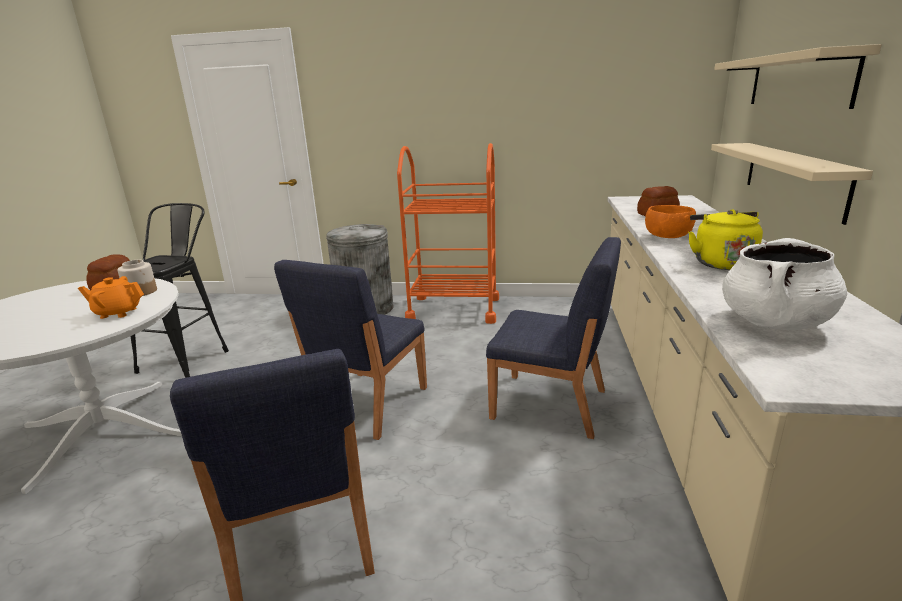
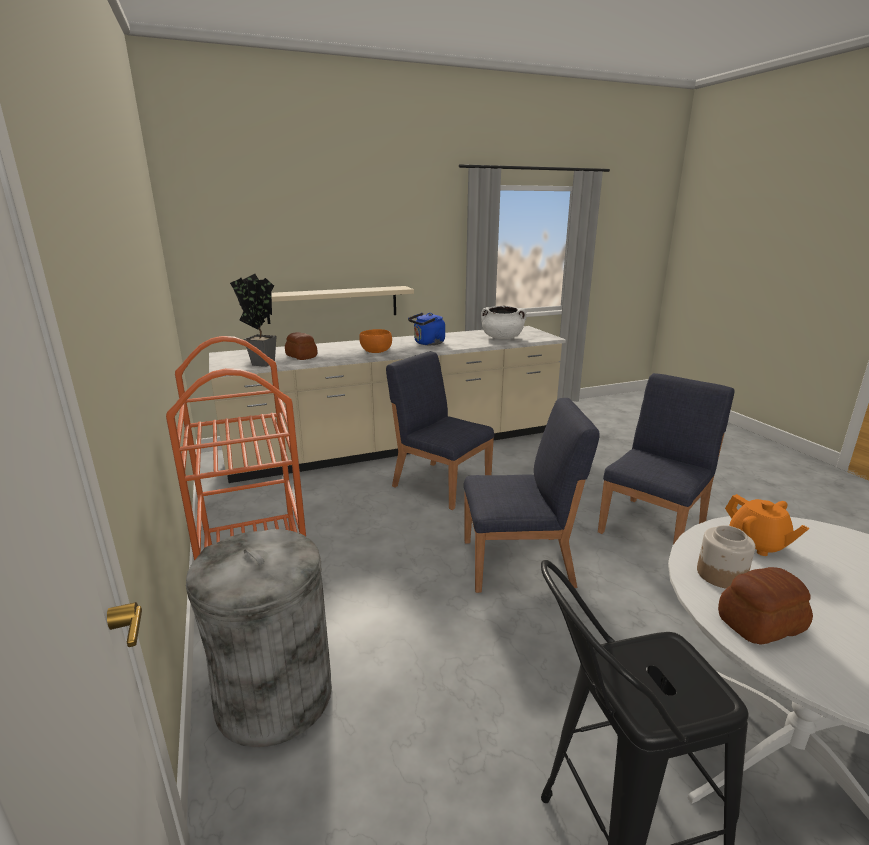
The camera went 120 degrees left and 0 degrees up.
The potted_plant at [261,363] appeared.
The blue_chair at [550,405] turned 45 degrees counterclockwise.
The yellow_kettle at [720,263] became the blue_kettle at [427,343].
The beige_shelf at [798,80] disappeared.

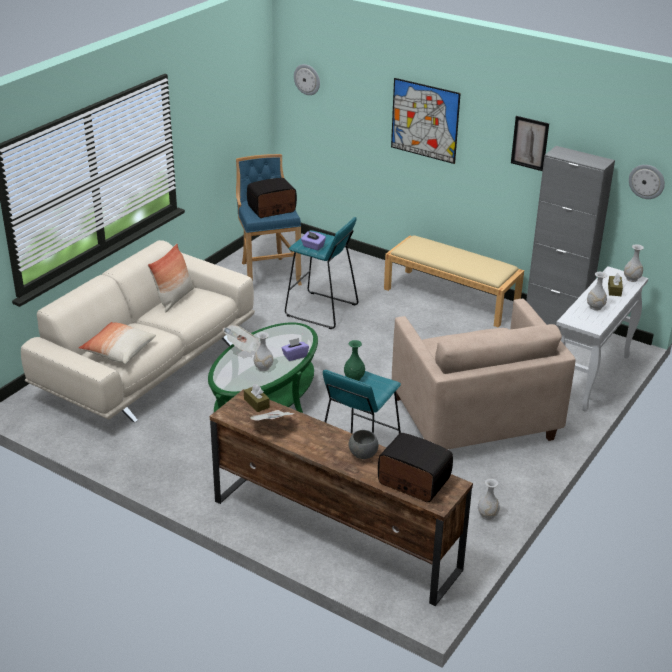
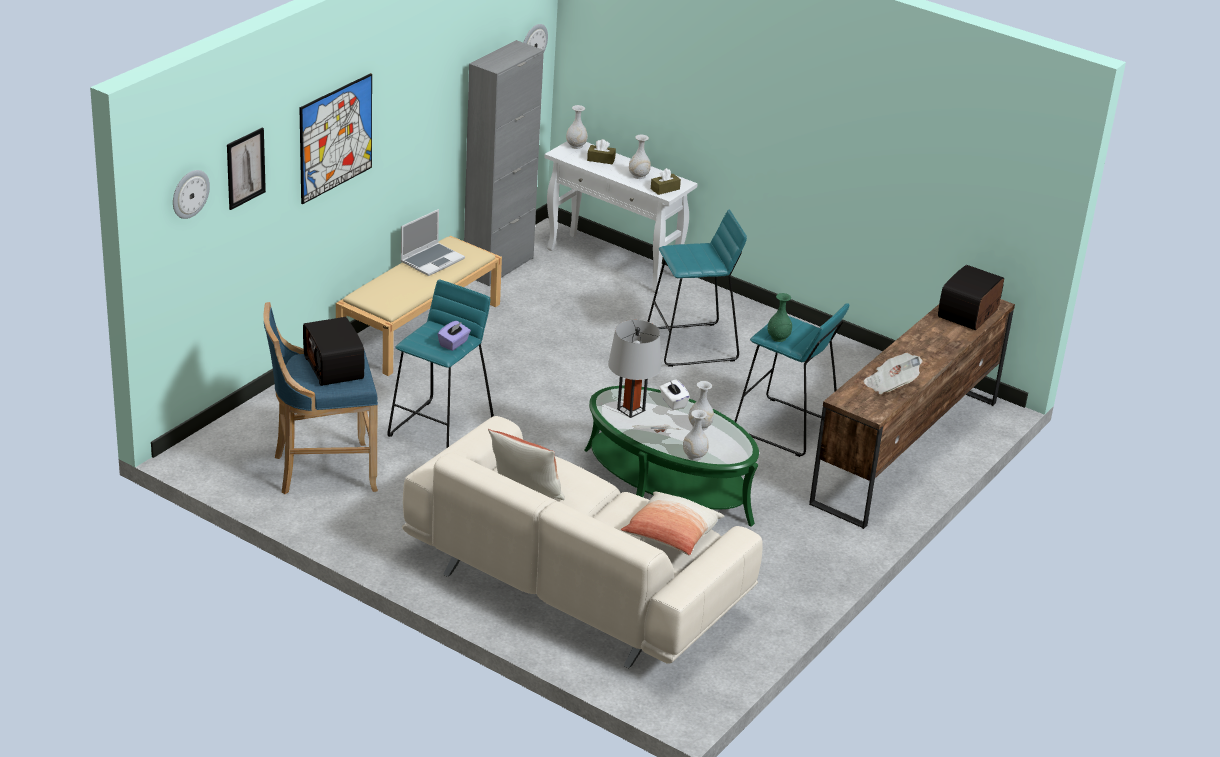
The camera went 90 degrees left and 0 degrees up.
The picture moved from [529,143] to [245,168].
The laptop at [432,260] appeared.
The grey_table_lamp at [631,410] appeared.
The beige_armchair at [473,417] was replaced by the turquoise_stool at [692,345].
The brown_tissue_box moved from [256,403] to [665,189].
The purple_tissue_box at [295,356] became the white_tissue_box at [673,402].
The white_vase moved from [488,515] to [694,455].
The grey_bowl at [362,455] disappeared.

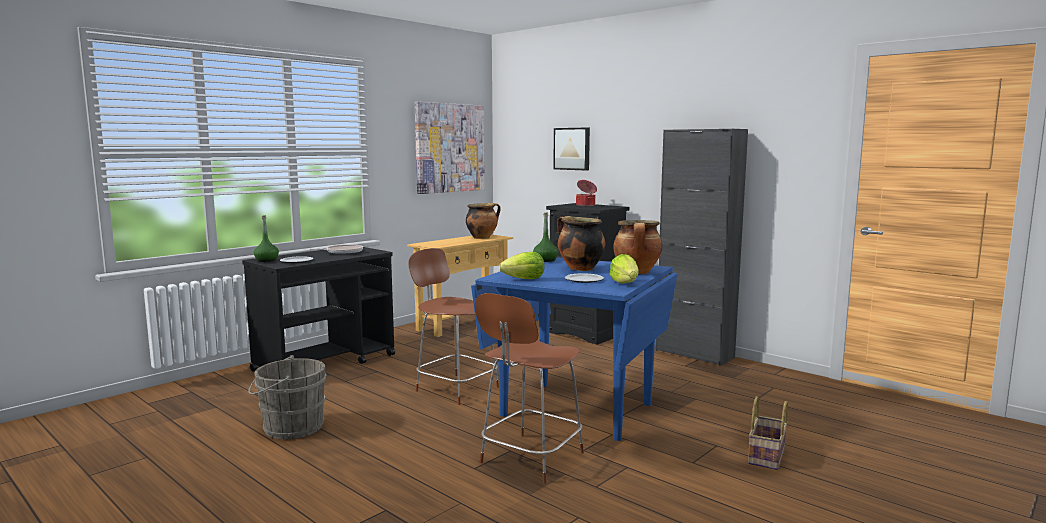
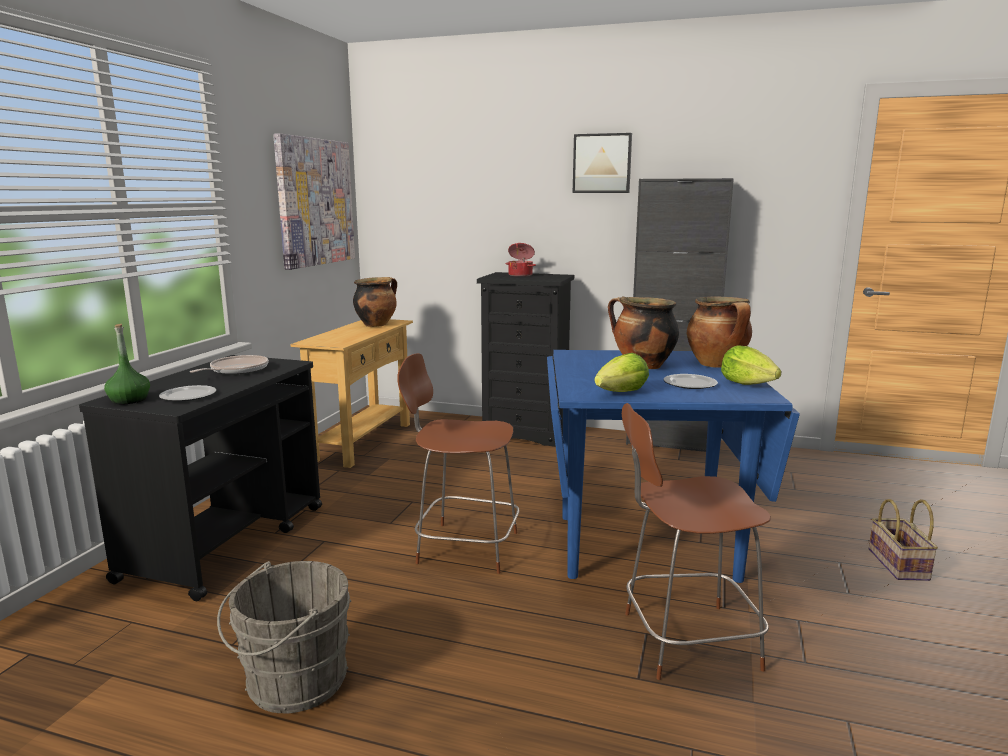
The camera went 25 degrees left and 5 degrees up.
The picture moved from [572,148] to [602,163].
The brown_chair at [530,459] turned 75 degrees clockwise.
The green_bottle at [545,260] disappeared.

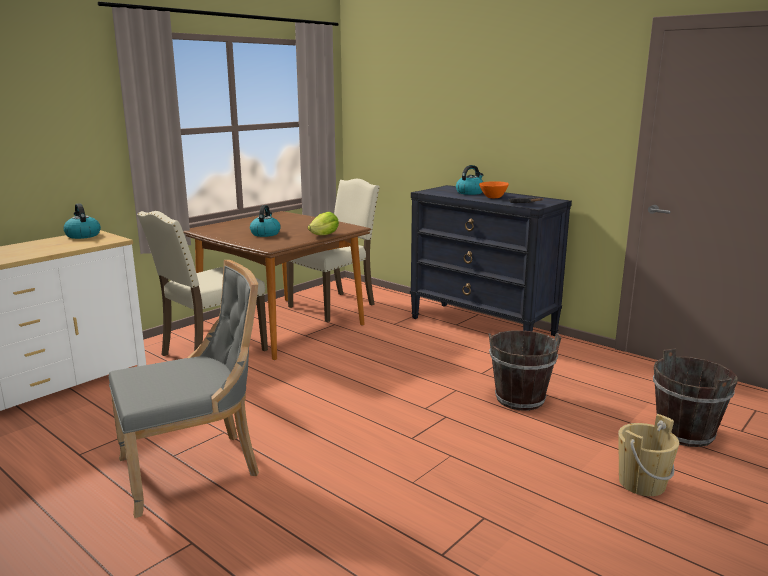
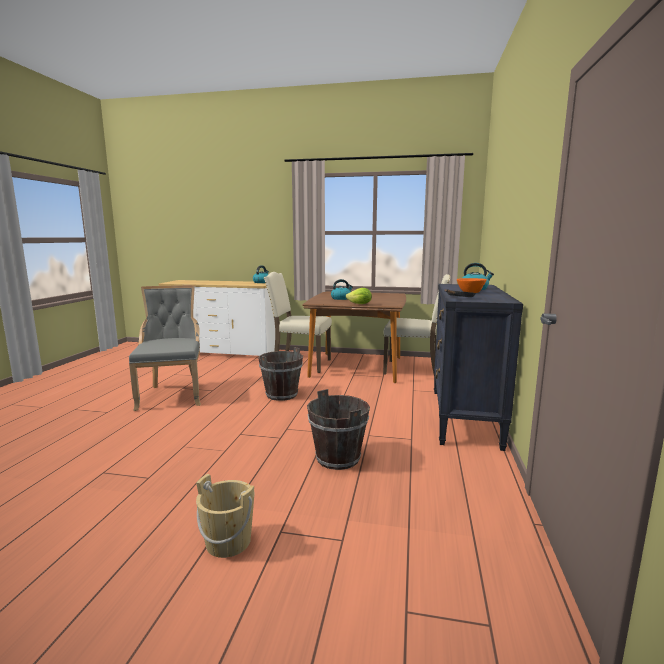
The camera went 60 degrees right and 5 degrees down.
The grey_chair at [195,468] turned 135 degrees counterclockwise.
The brown_bucket moved from [685,433] to [282,395].

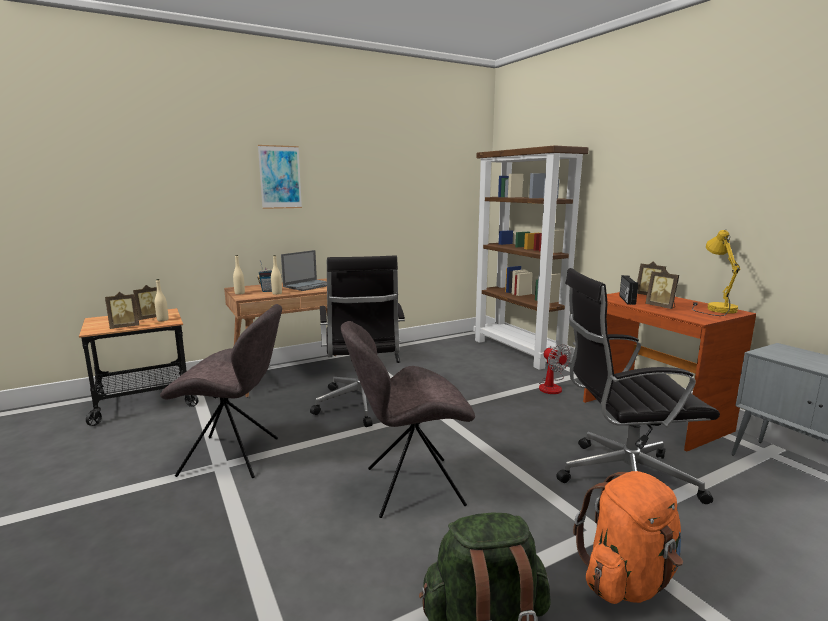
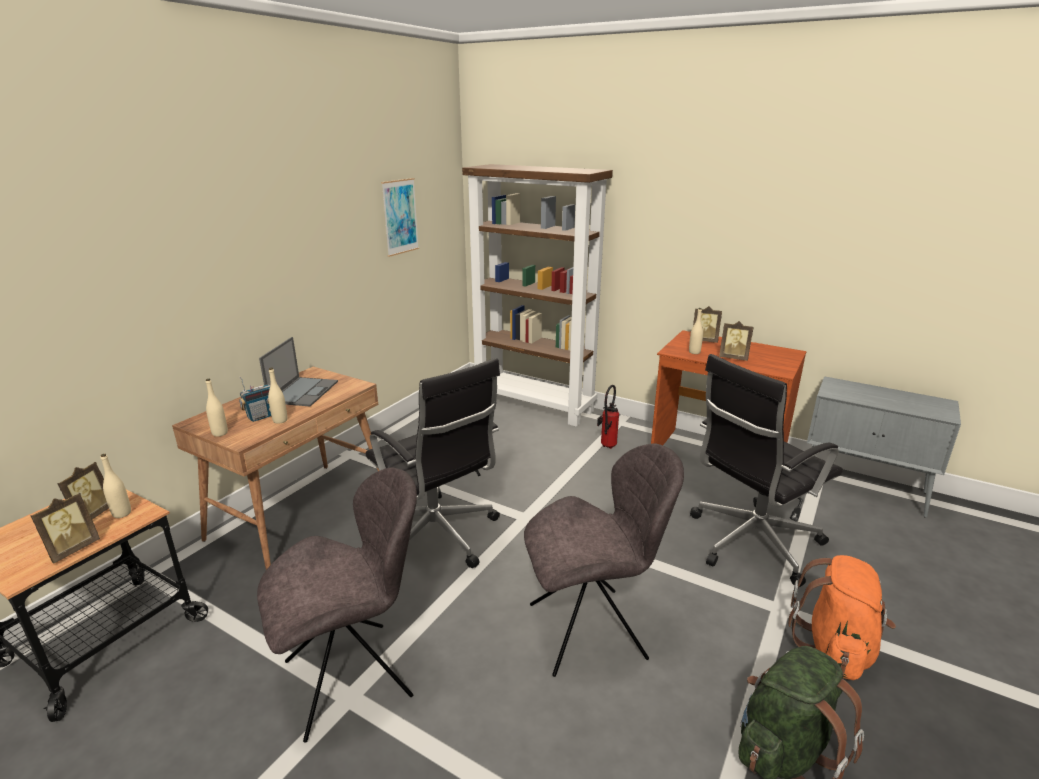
The camera went 30 degrees left and 10 degrees up.
The picture moved from [280,177] to [400,217].
The grey_chair at [409,487] turned 150 degrees counterclockwise.
The fan at [551,386] was replaced by the fire_extinguisher at [606,446].
The radio at [626,300] was replaced by the beige_bottle at [694,352].
The yellow_table_lamp at [711,309] disappeared.

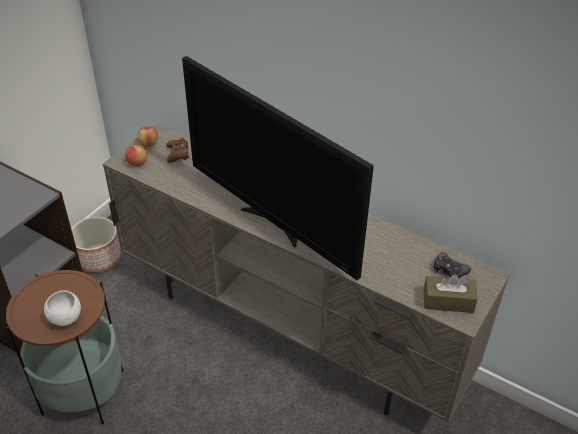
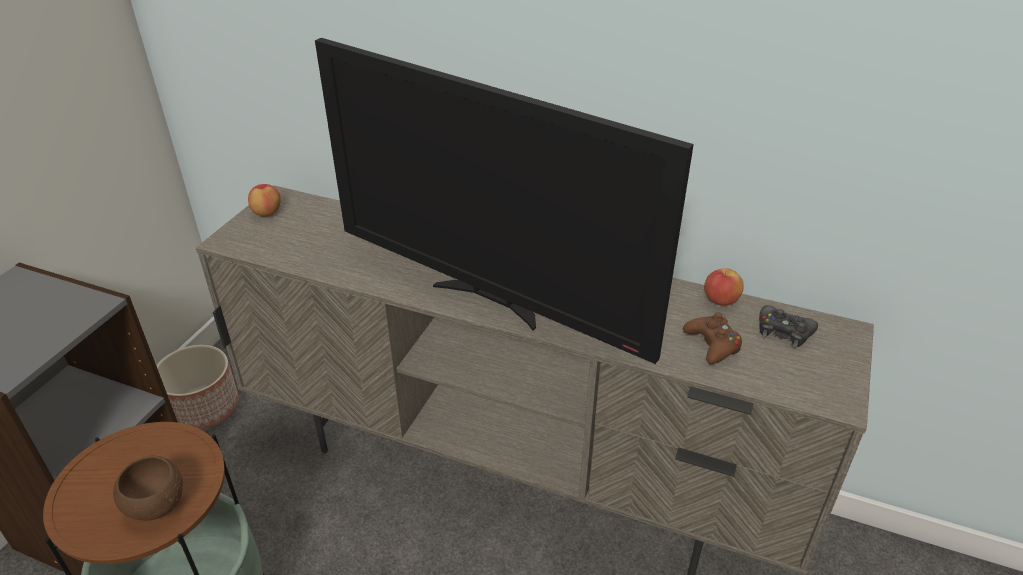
The camera went 10 degrees left and 5 degrees down.
The white_bowl at [65,318] became the brown_bowl at [156,505].
The brown_game_controller moved from [178,154] to [712,344].
The apple moved from [137,163] to [720,301].
The brown_tissue_box at [448,301] disappeared.

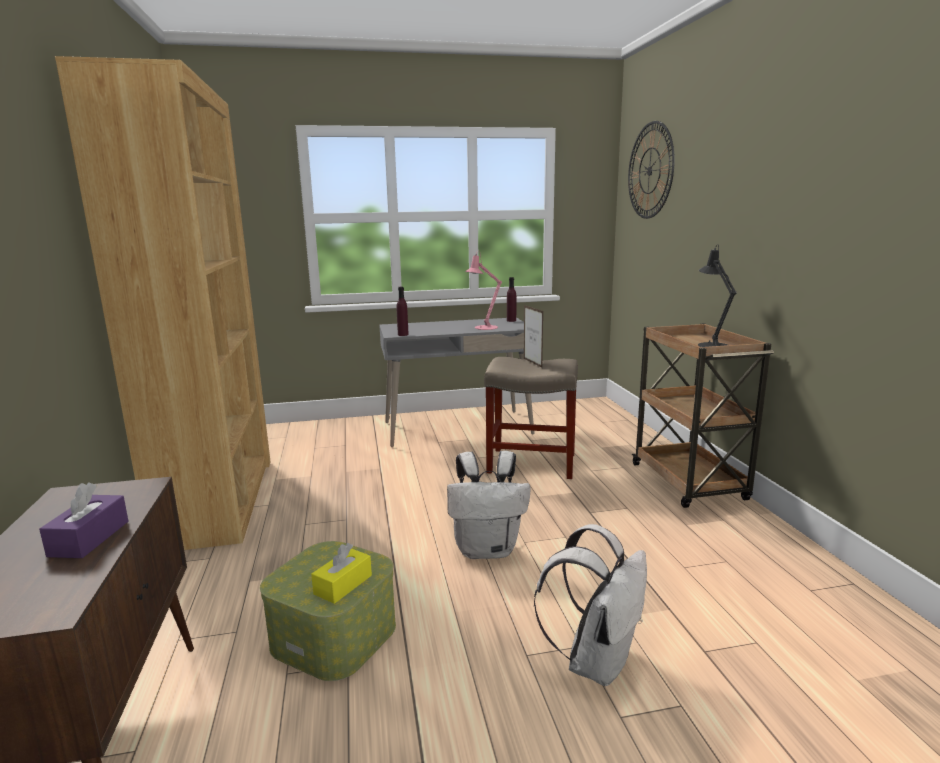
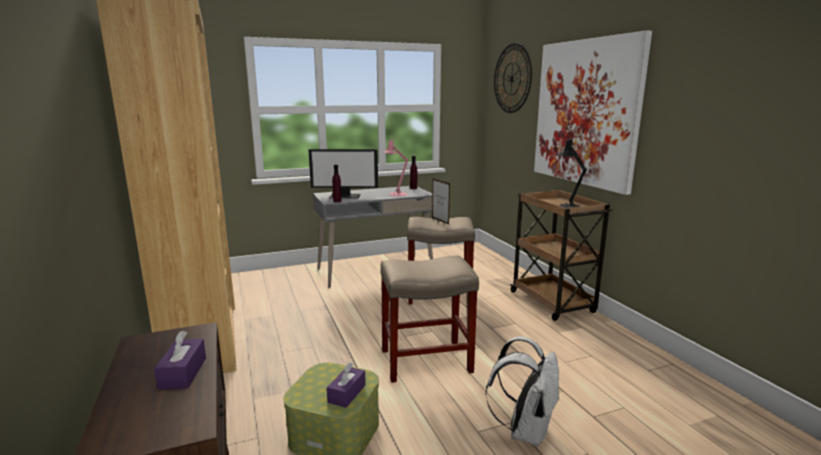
The camera went 10 degrees left and 0 degrees up.
The monitor at [345,196] appeared.
The yellow_tissue_box at [343,584] became the purple_tissue_box at [347,393].
The white_backpack at [487,549] was replaced by the beige_stool at [427,360].
The picture at [585,113] appeared.

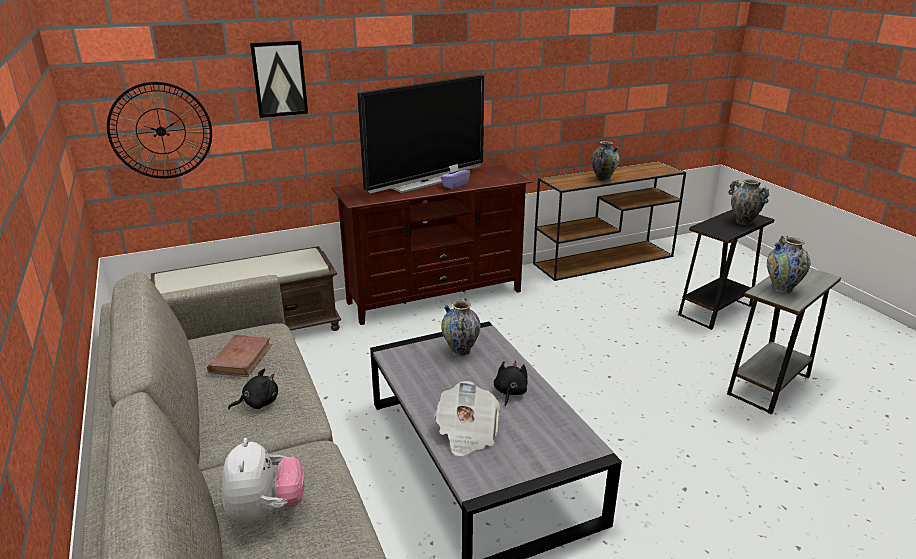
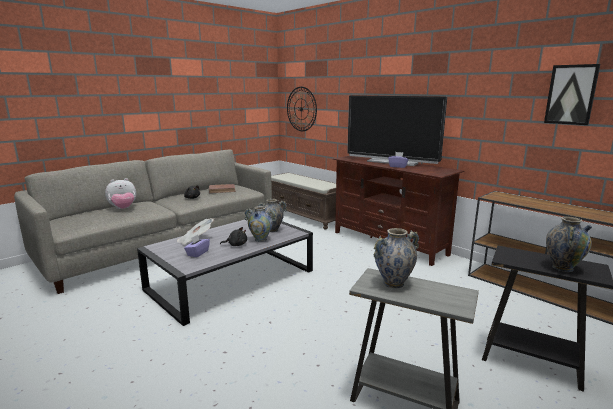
The camera went 70 degrees right and 10 degrees down.
The purple_tissue_box at [197,253] appeared.
The vase moved from [603,179] to [260,239].
The picture moved from [279,79] to [571,94].

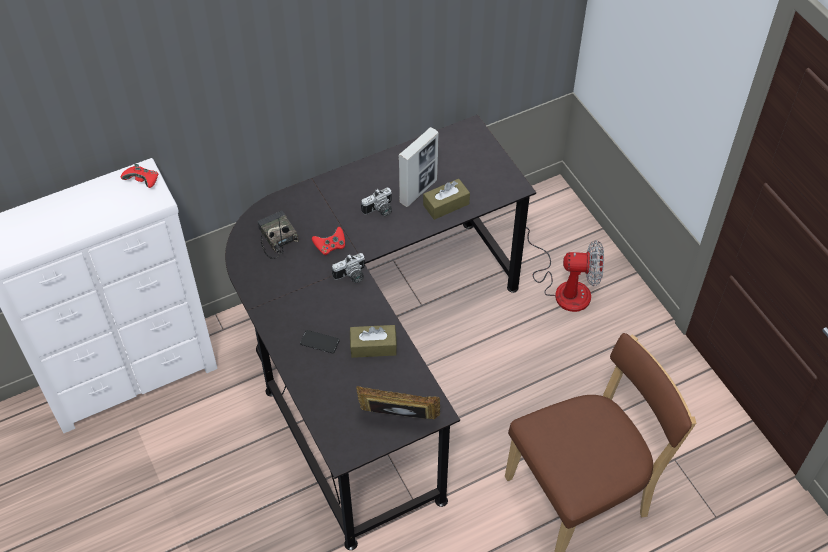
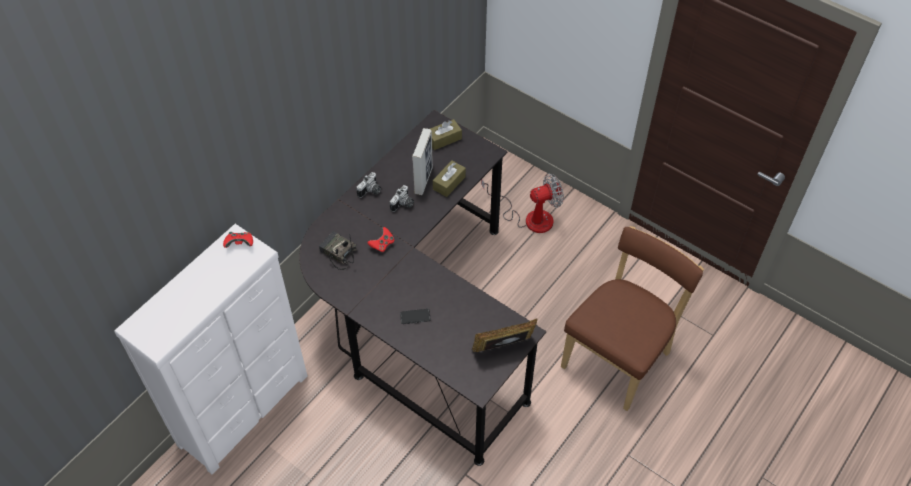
The camera went 25 degrees left and 0 degrees up.
The photo_camera moved from [352,276] to [371,191].
The brown_tissue_box moved from [373,346] to [444,139].

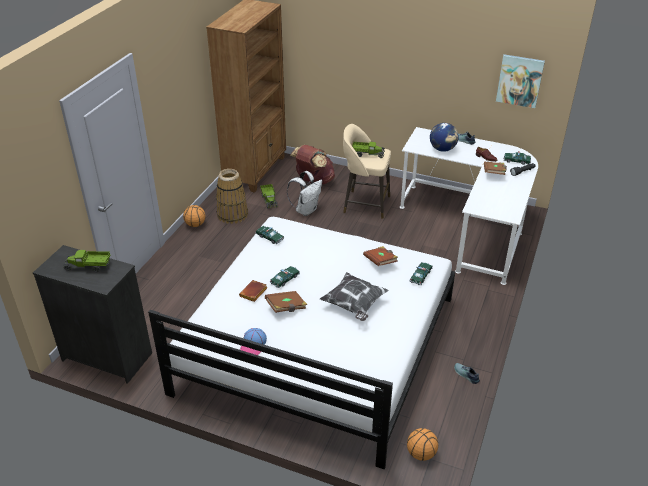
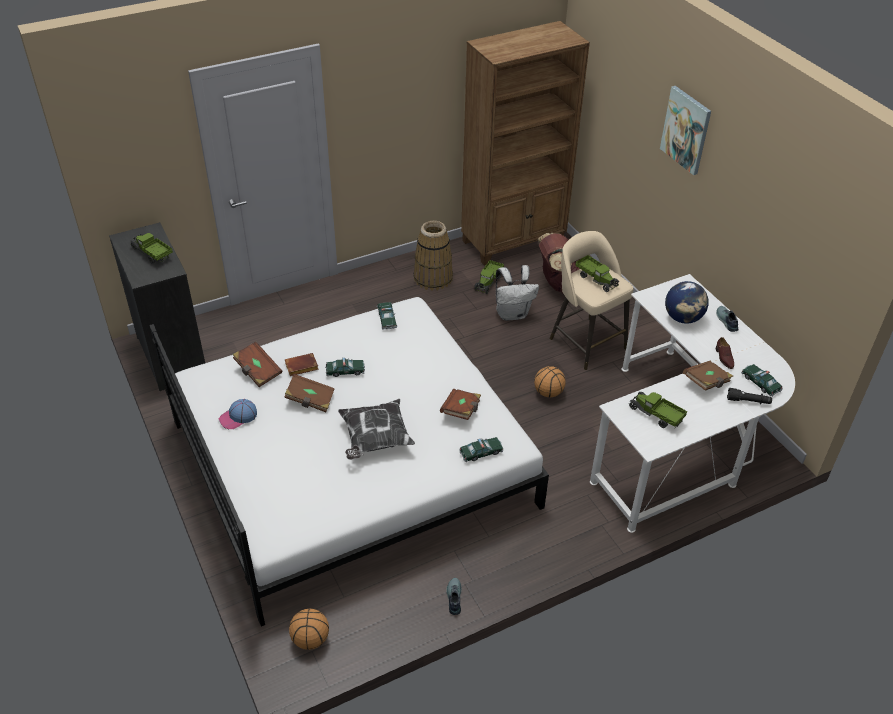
The camera went 40 degrees right and 5 degrees up.
The brown_book at [257,371] appeared.
The basketball moved from [195,225] to [548,393].
The toy_truck at [655,415] appeared.
The picture moved from [520,80] to [686,130].

